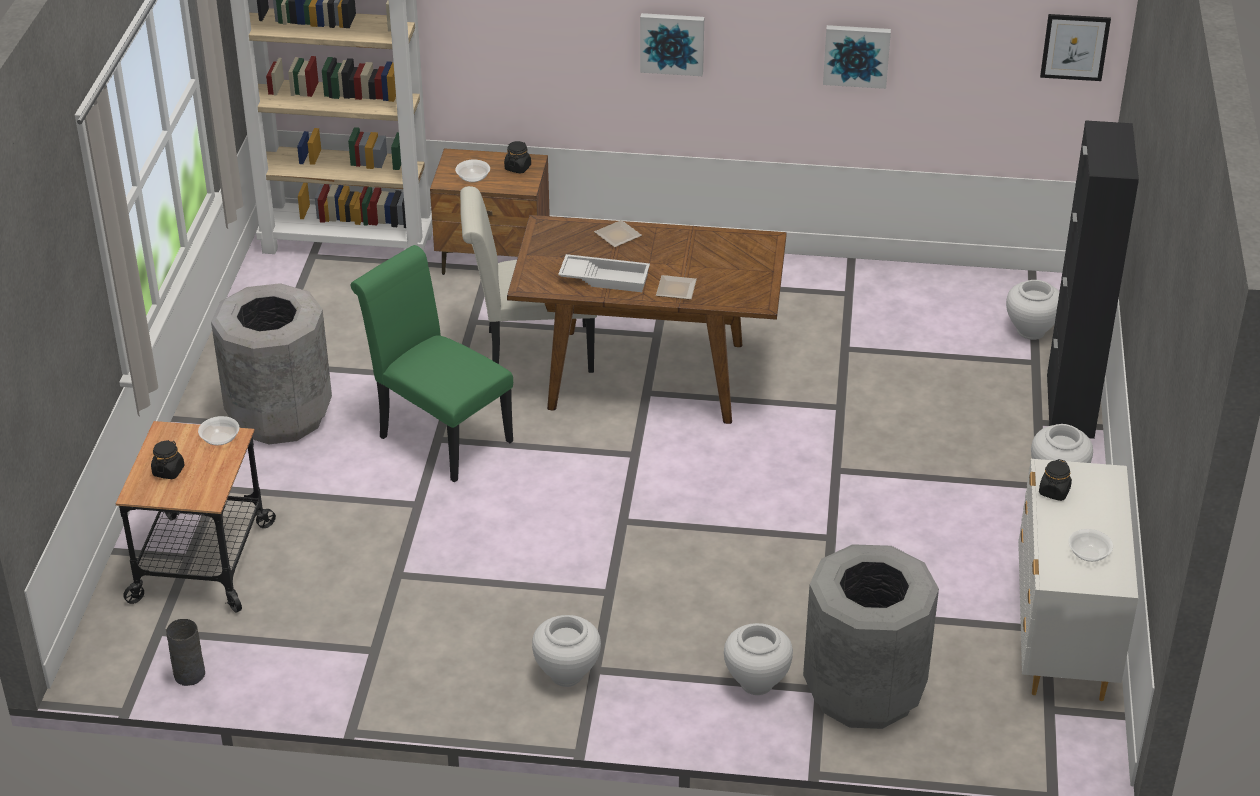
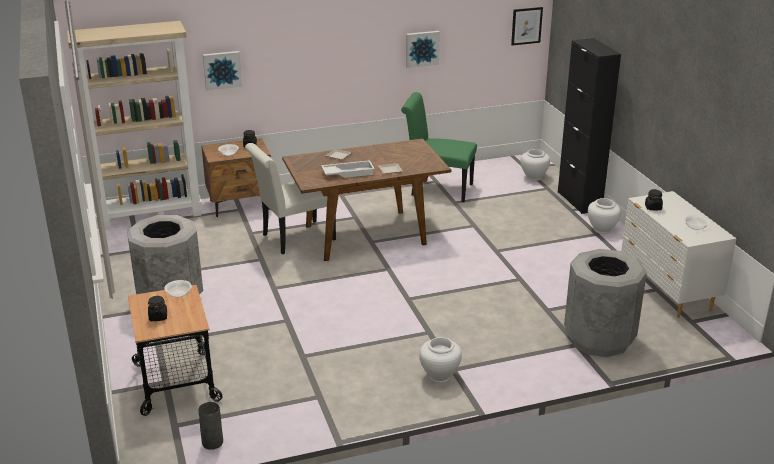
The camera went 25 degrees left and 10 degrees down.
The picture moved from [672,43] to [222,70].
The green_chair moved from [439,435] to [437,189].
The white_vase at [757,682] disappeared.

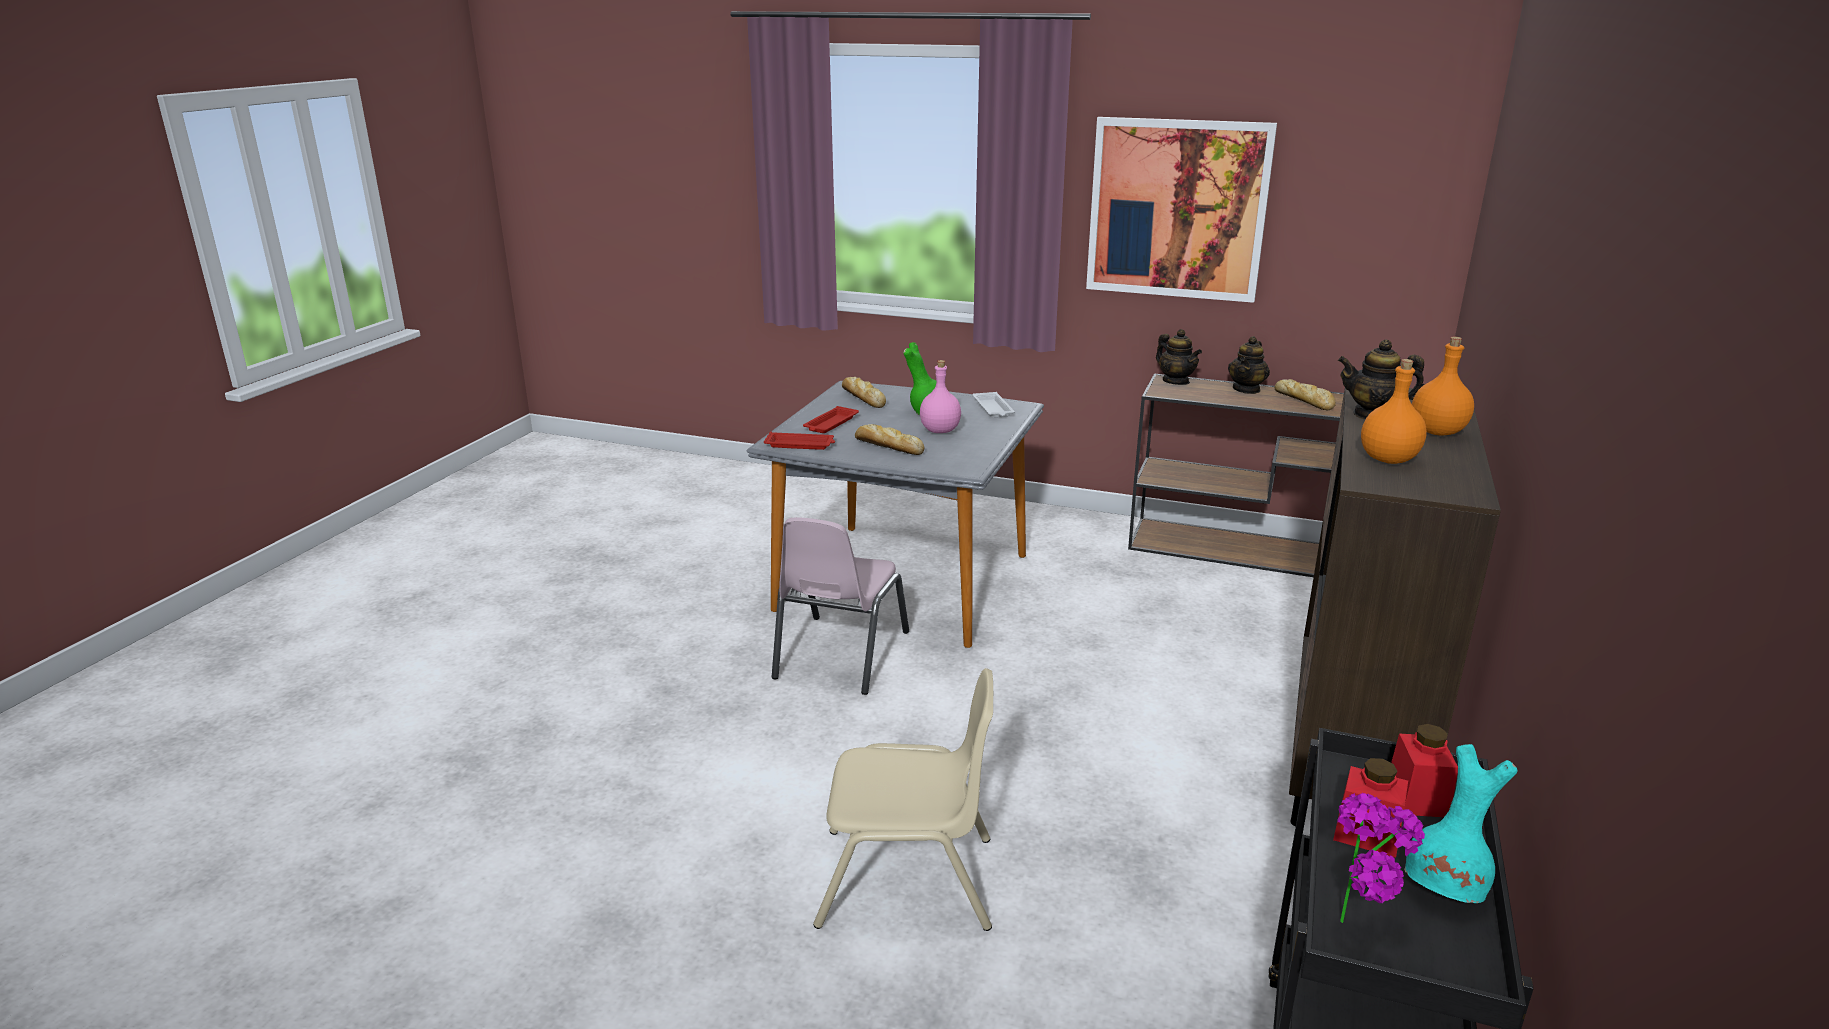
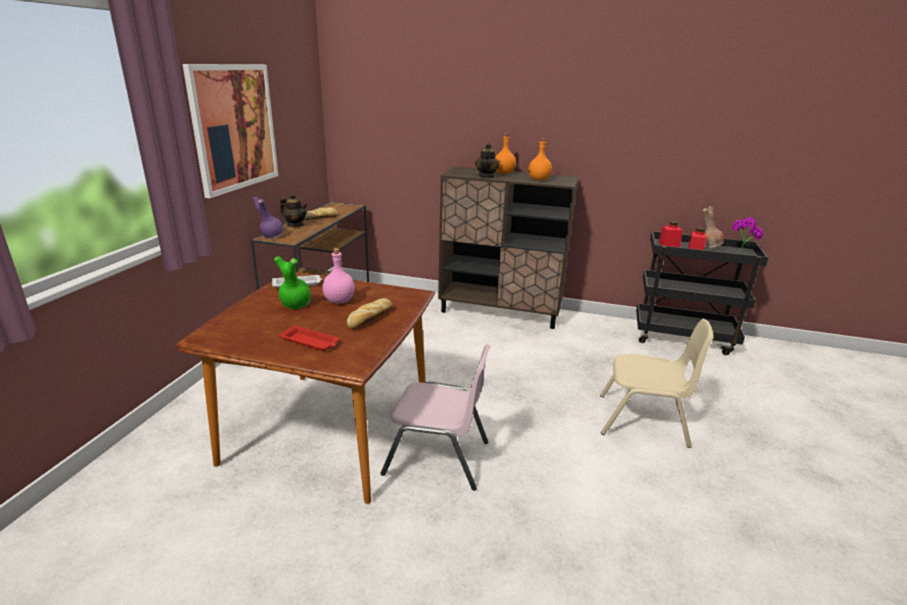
The camera went 95 degrees left and 0 degrees up.
The grey_dining_table at [902,582] became the brown_dining_table at [329,431].
The teapot at [1176,381] was replaced by the purple_vase at [271,236].
The beige_chair at [907,881] turned 105 degrees clockwise.
The turquoise_vase at [1446,888] became the brown_vase at [709,247].
The red_tray at [800,445] disappeared.
The bread at [862,398] disappeared.

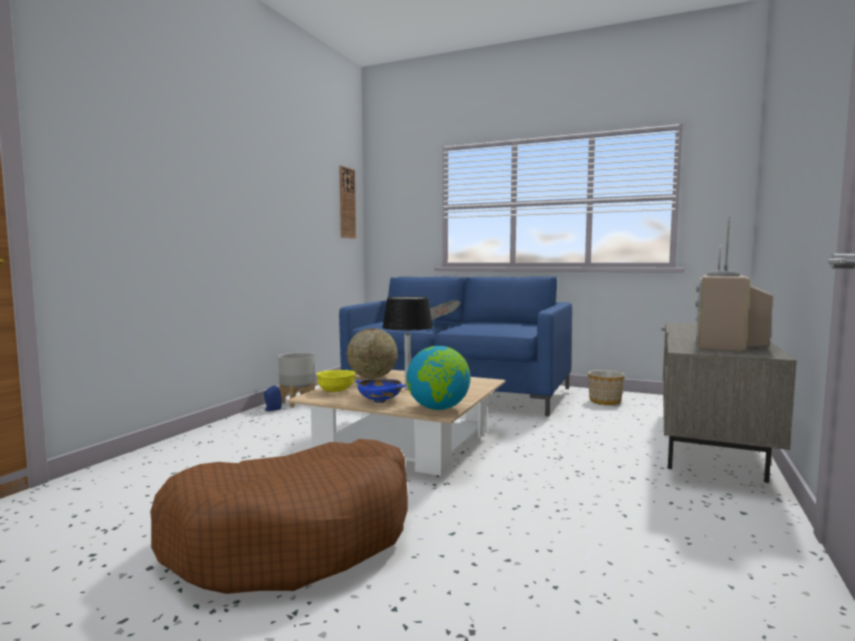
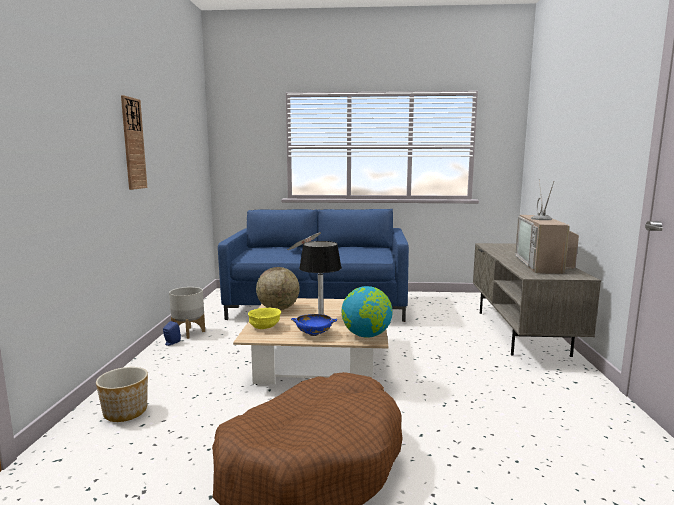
The camera went 20 degrees left and 5 degrees up.
The planter moved from [604,401] to [125,412].
The wall_clock moved from [347,203] to [133,144].

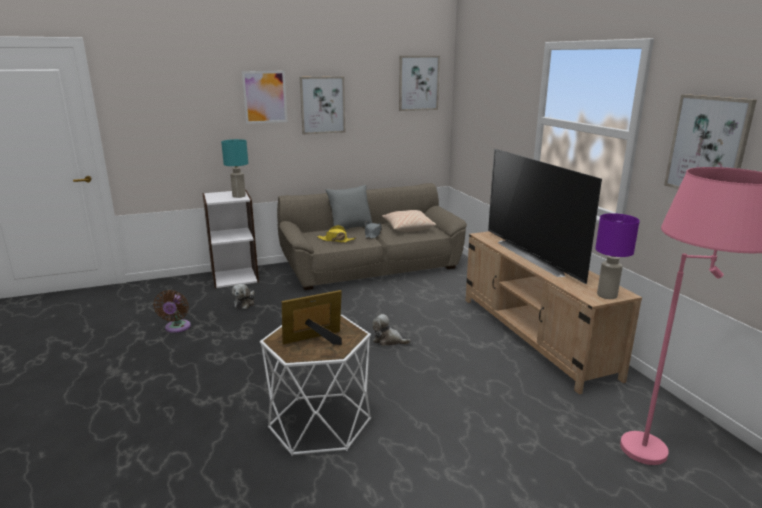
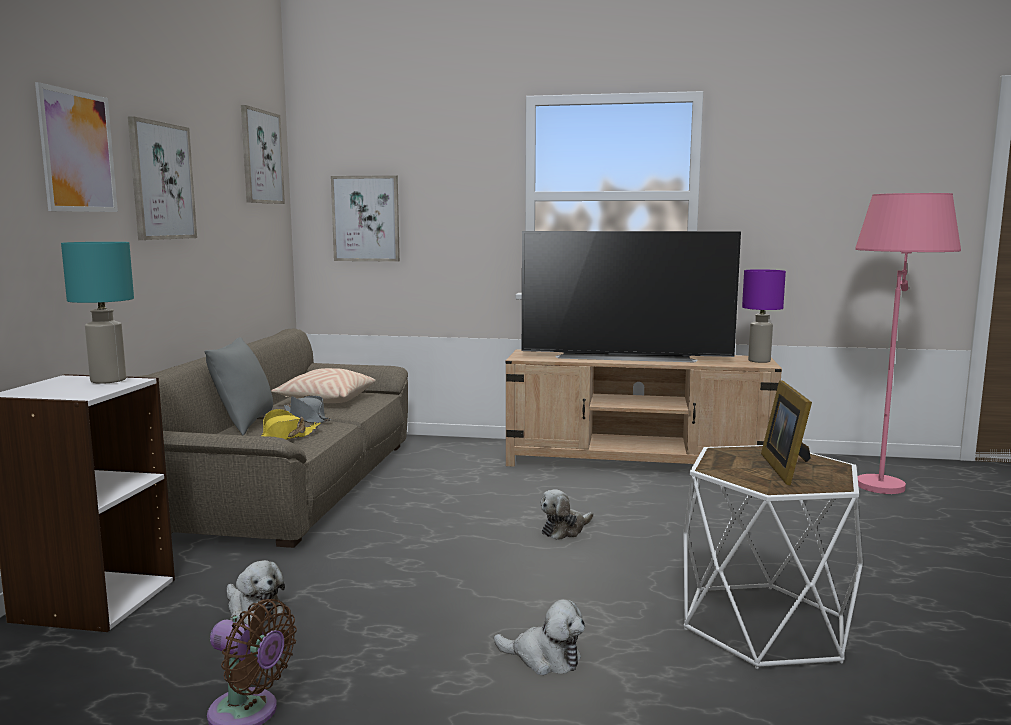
The camera went 60 degrees left and 10 degrees down.
The picture moved from [708,146] to [366,218].
The plush_toy at [544,658] appeared.

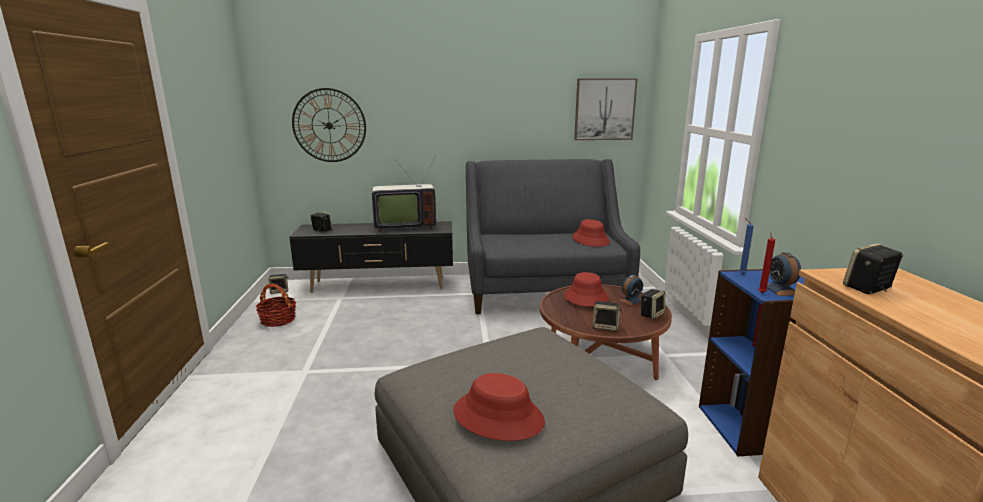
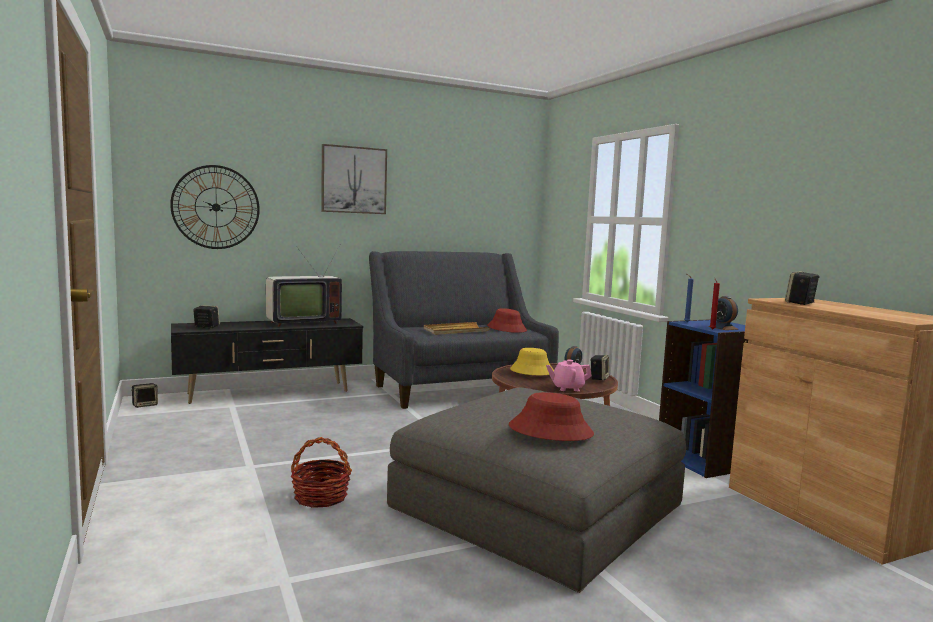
The camera went 20 degrees left and 10 degrees down.
The basket moved from [278,320] to [320,497].
The picture moved from [604,109] to [354,180].
The beige_tray at [456,331] appeared.
The red_hat at [586,297] became the yellow_hat at [531,371].
The speaker at [605,327] was replaced by the pink_teapot at [567,388].

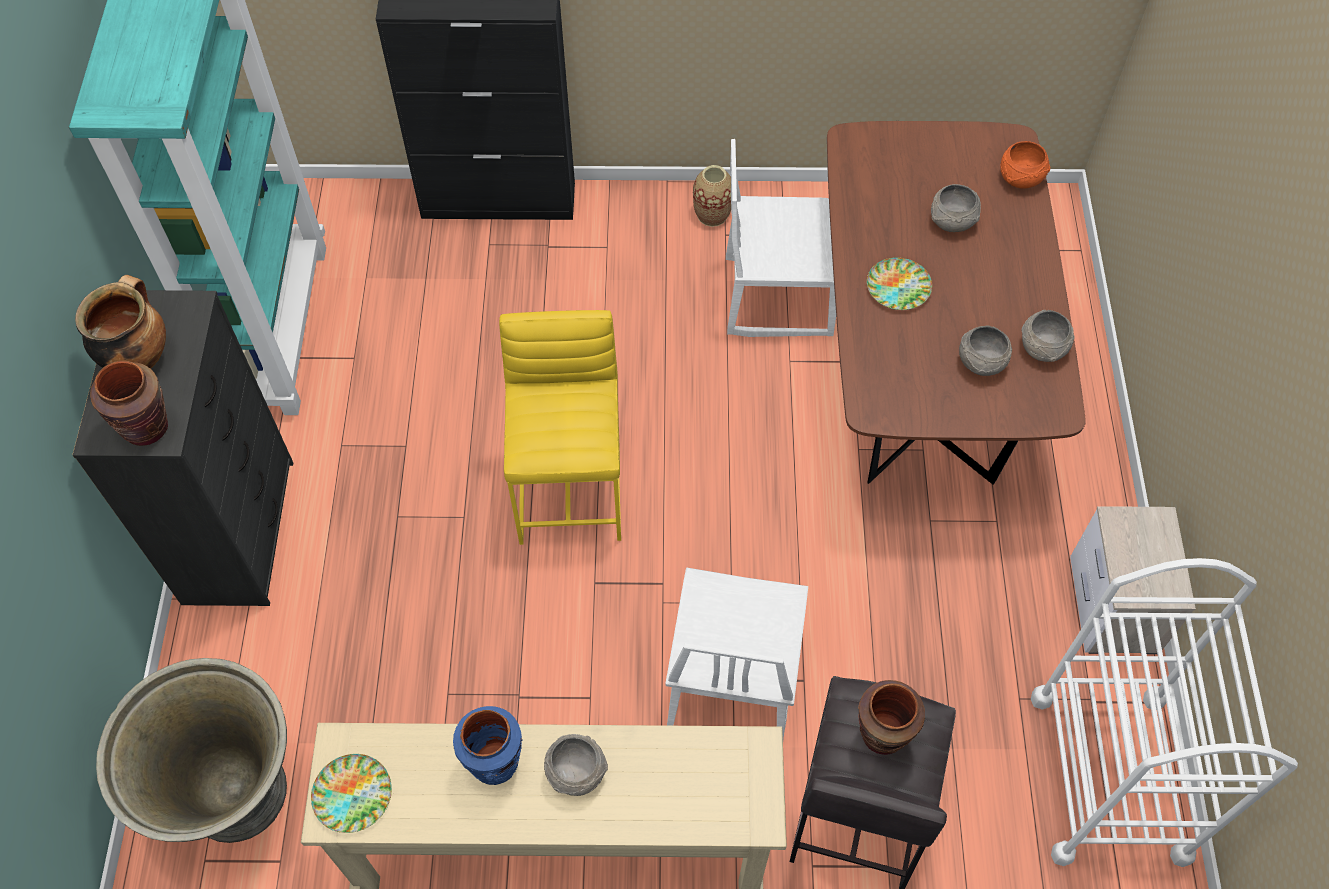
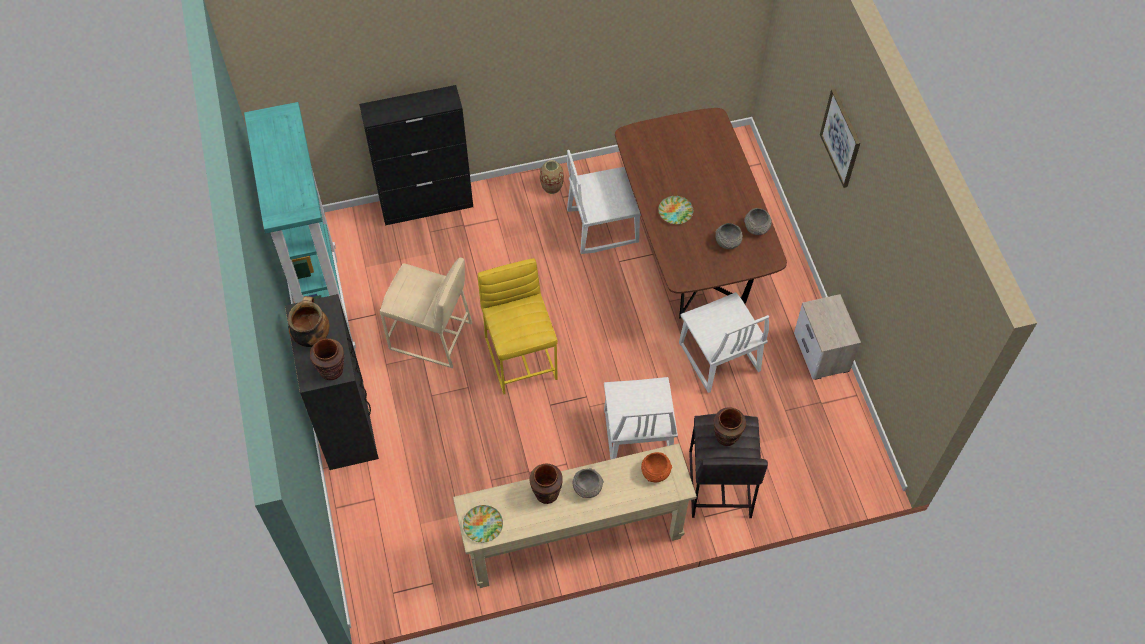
The camera went 15 degrees left and 0 degrees up.
The beige_stool at [431,336] appeared.
The blue_vase at [494,762] became the brown_vase at [546,493].
The orange_bowl moved from [1021,178] to [655,472].
The white_chair at [718,358] appeared.
The picture at [841,138] appeared.
The grey_planter at [235,796] disappeared.
The grey_bowl at [952,221] disappeared.
The white_cart at [1109,775] disappeared.

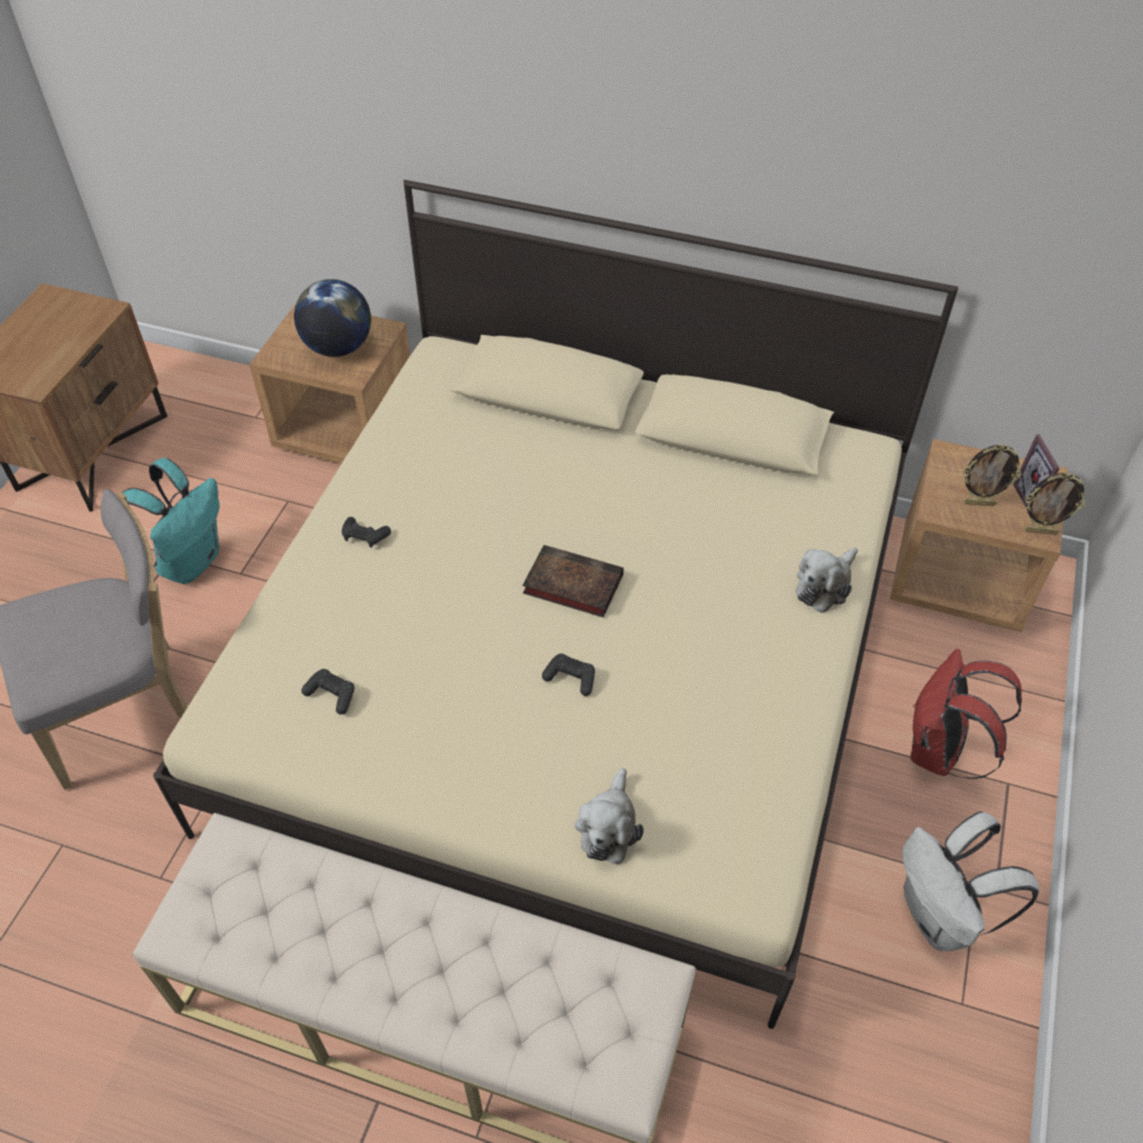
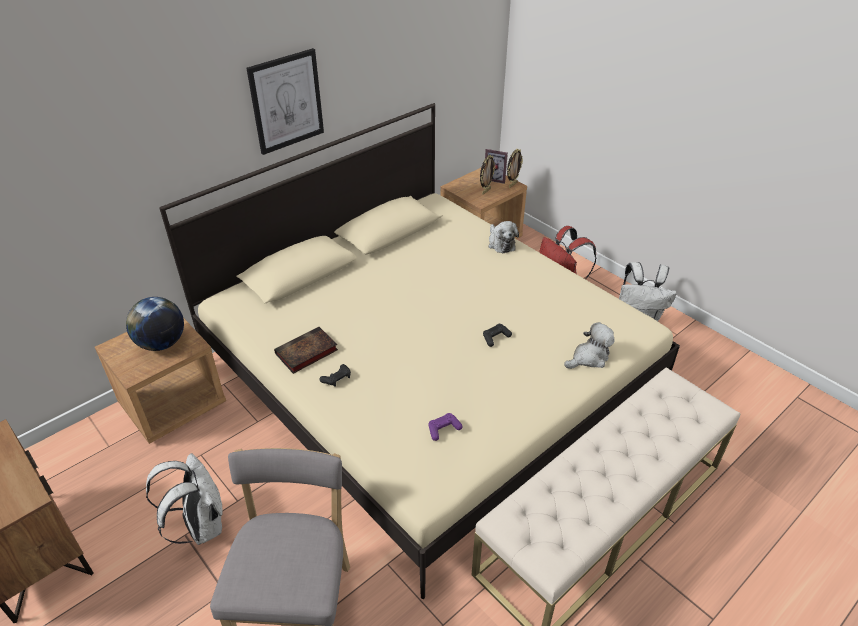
The camera went 60 degrees left and 10 degrees down.
The turquoise_backpack at [190,561] became the white_backpack at [200,526].
The picture at [286,101] appeared.
The book moved from [570,584] to [305,353].
The black_game_controller at [331,695] became the purple_game_controller at [443,429].
The plush_toy at [608,826] turned 75 degrees counterclockwise.

